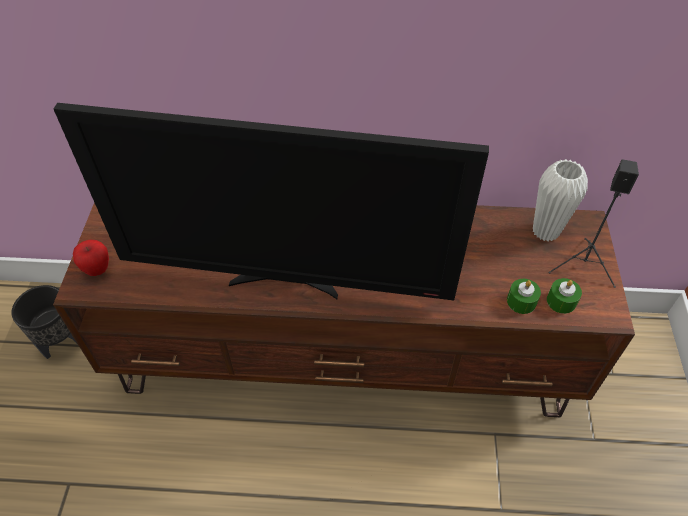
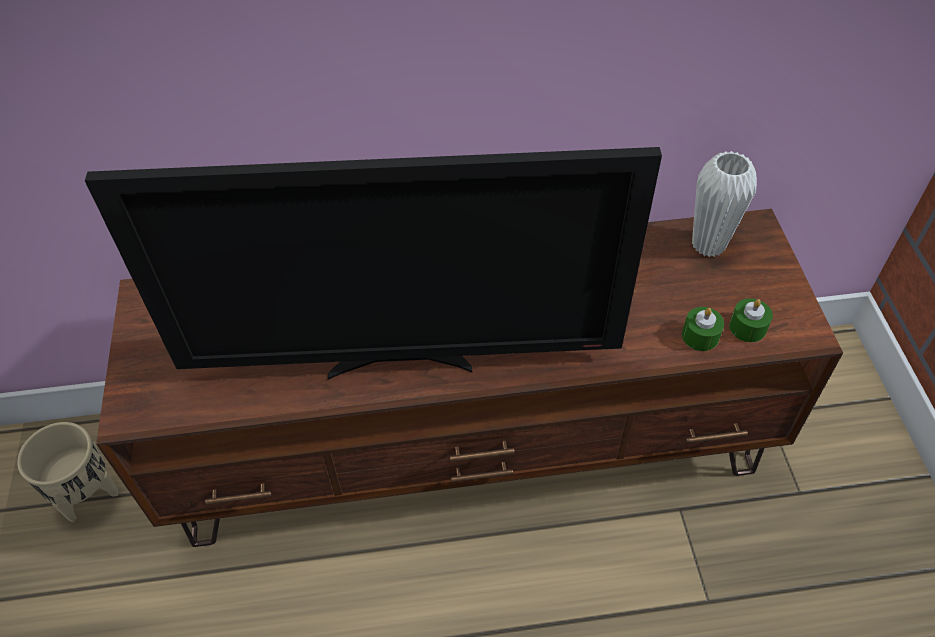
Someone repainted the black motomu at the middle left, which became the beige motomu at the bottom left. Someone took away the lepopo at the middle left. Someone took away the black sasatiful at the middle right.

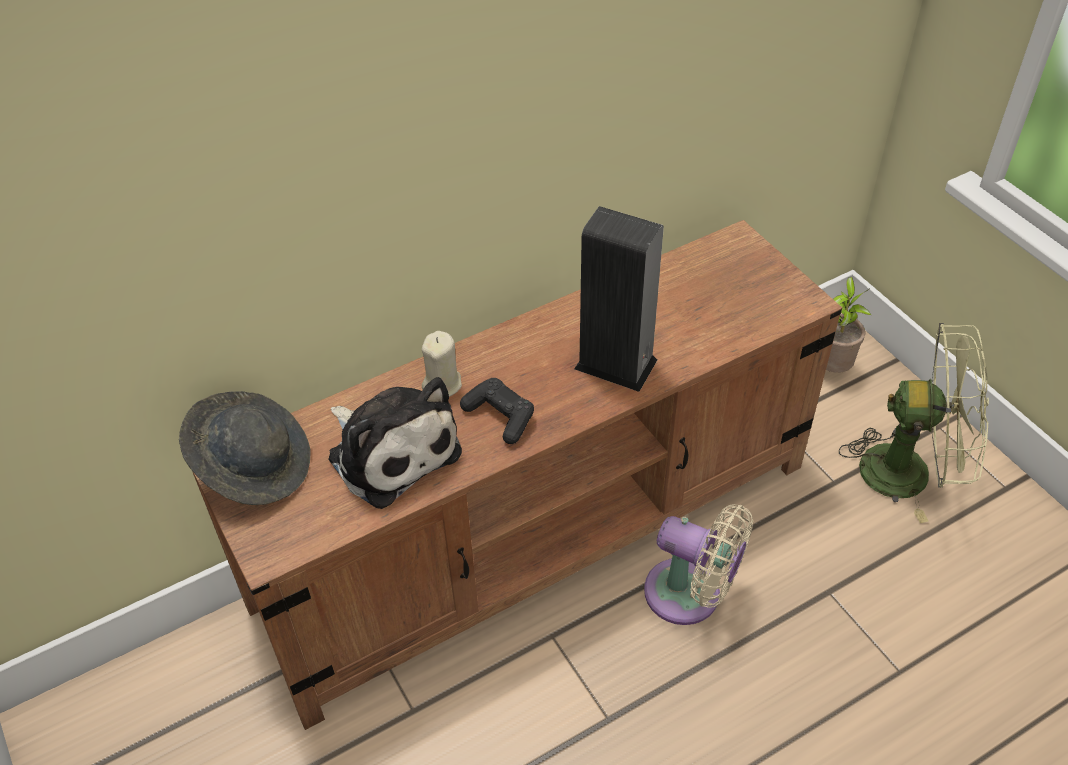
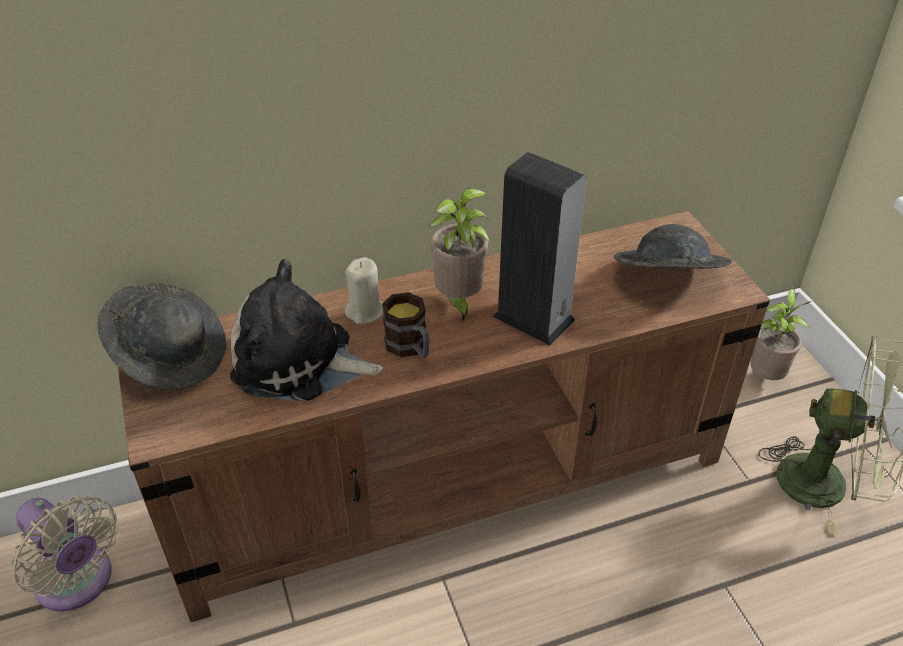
Someone rotated the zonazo at the centre by 135 degrees clockwise. Someone swapped the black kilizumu at the centre for the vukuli at the centre. Someone carried the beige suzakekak from the bottom centre to the bottom left. Someone put down the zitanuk (1st from left) at the centre. Someone put down the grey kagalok (2nd from left) at the middle right.

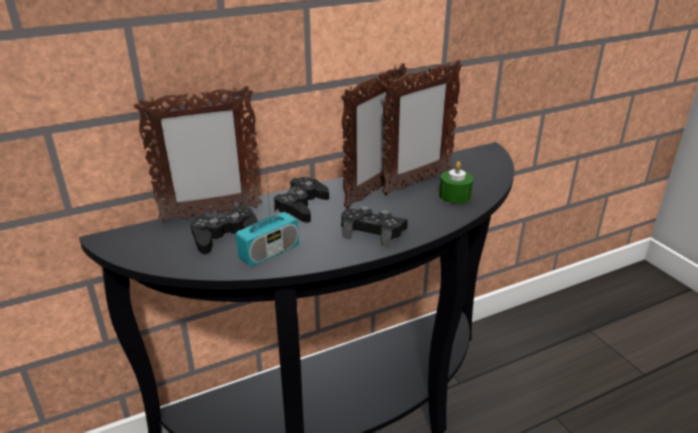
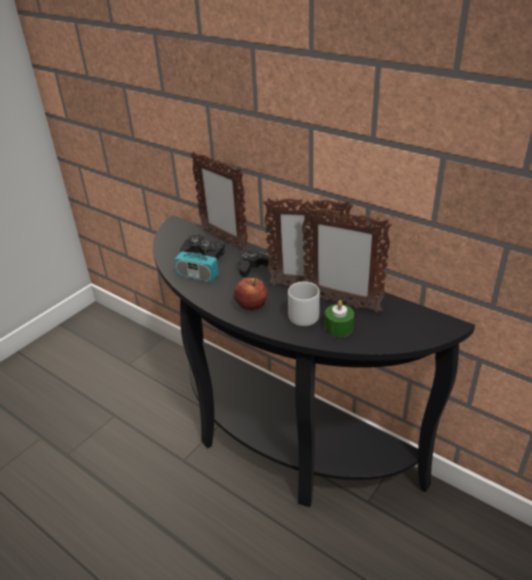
Someone swapped the black kilizumu (3rd from left) at the centre for the lepopo at the centre. Someone put down the grey vukuli at the centre.

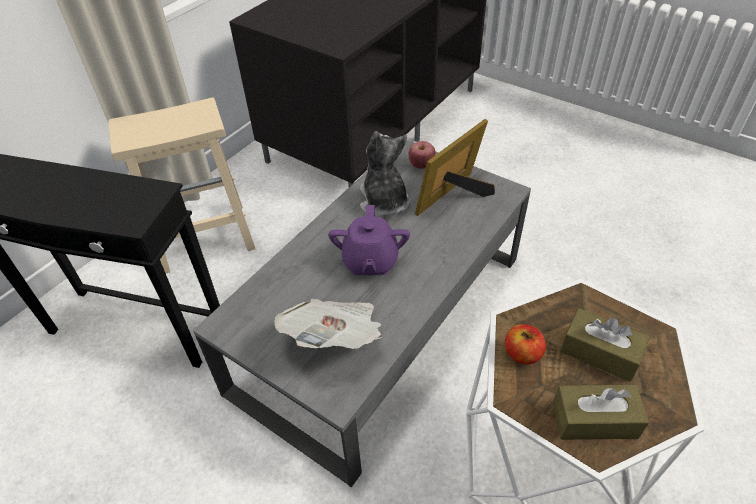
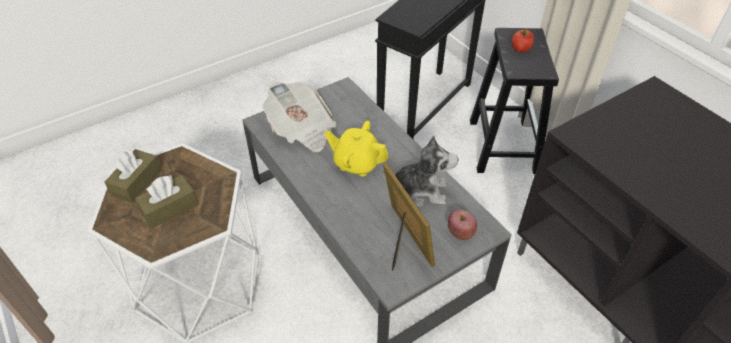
Someone repainted the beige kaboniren at the middle left, which became the black kaboniren at the top right. Someone repainted the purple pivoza at the centre, which became the yellow pivoza at the centre. Someone carried the lepopo (2nd from left) from the bottom right to the top right.

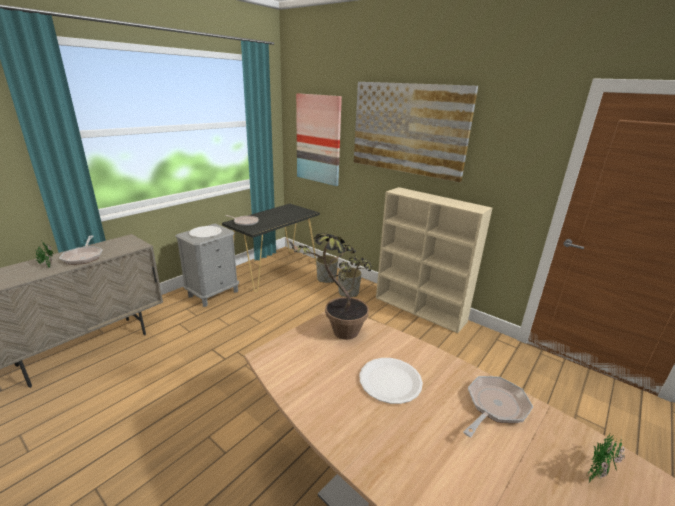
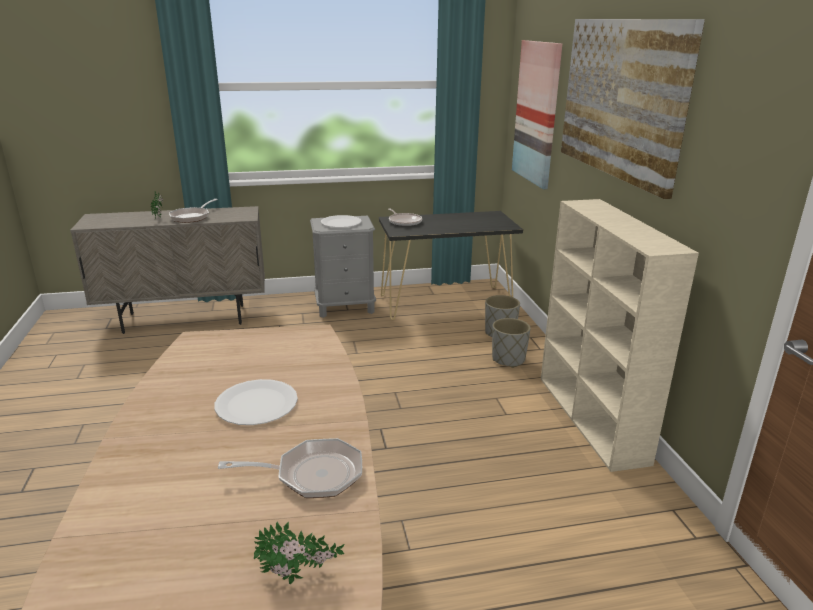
Someone took away the zitanuk (2nd from left) at the centre.

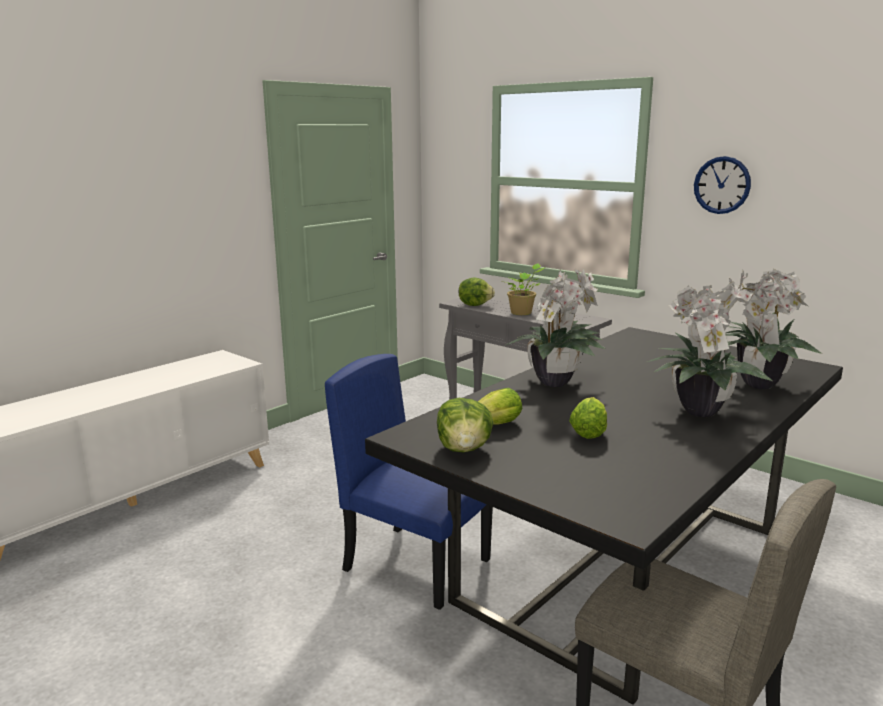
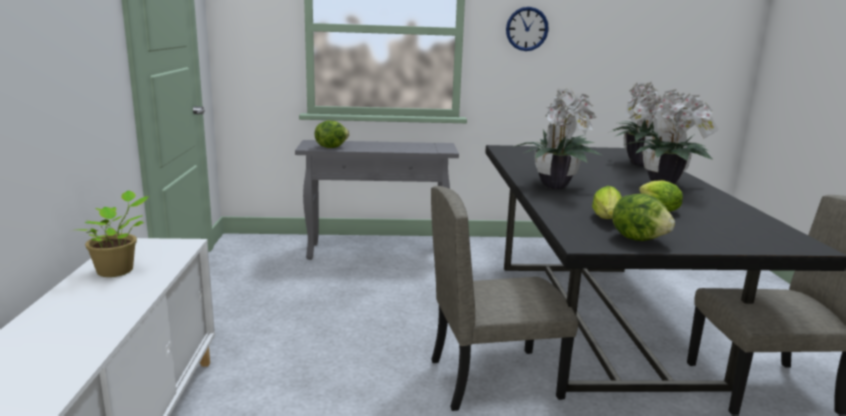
Someone repainted the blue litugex at the bottom centre, which became the beige litugex (1st from left) at the bottom centre. Someone carried the zitanuk (1st from left) from the centre to the middle left.

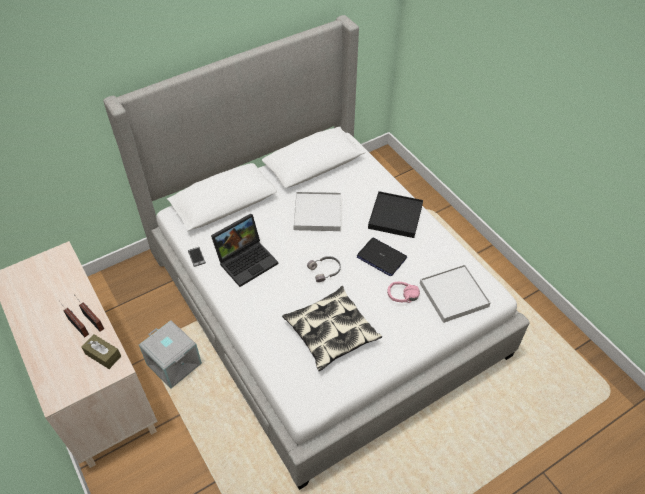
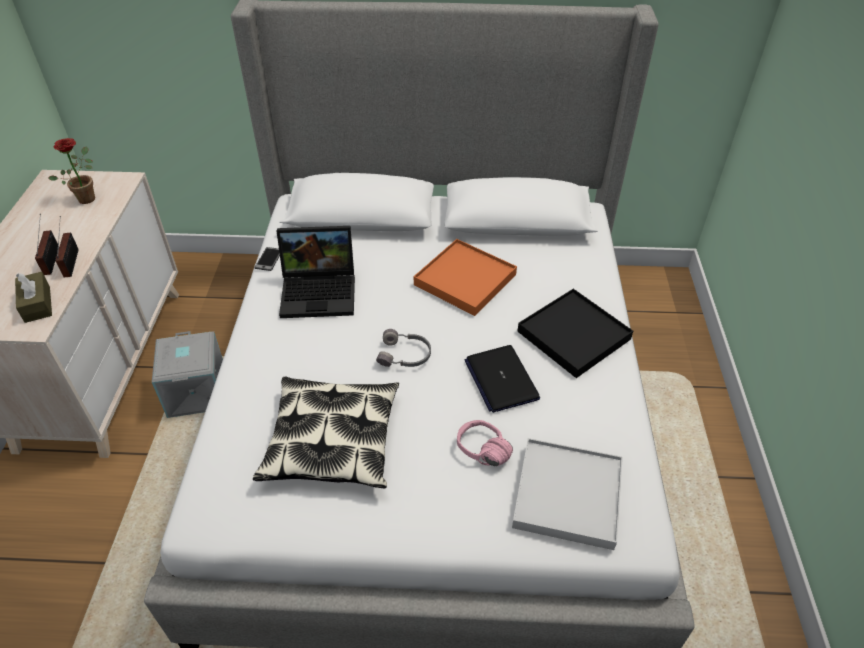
Someone repainted the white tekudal (1st from left) at the centre, which became the orange tekudal at the centre. Someone put down the zitanuk at the top left.

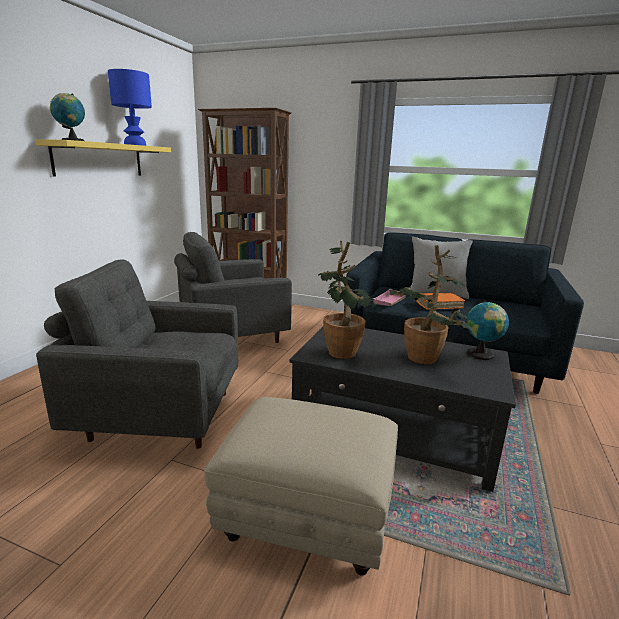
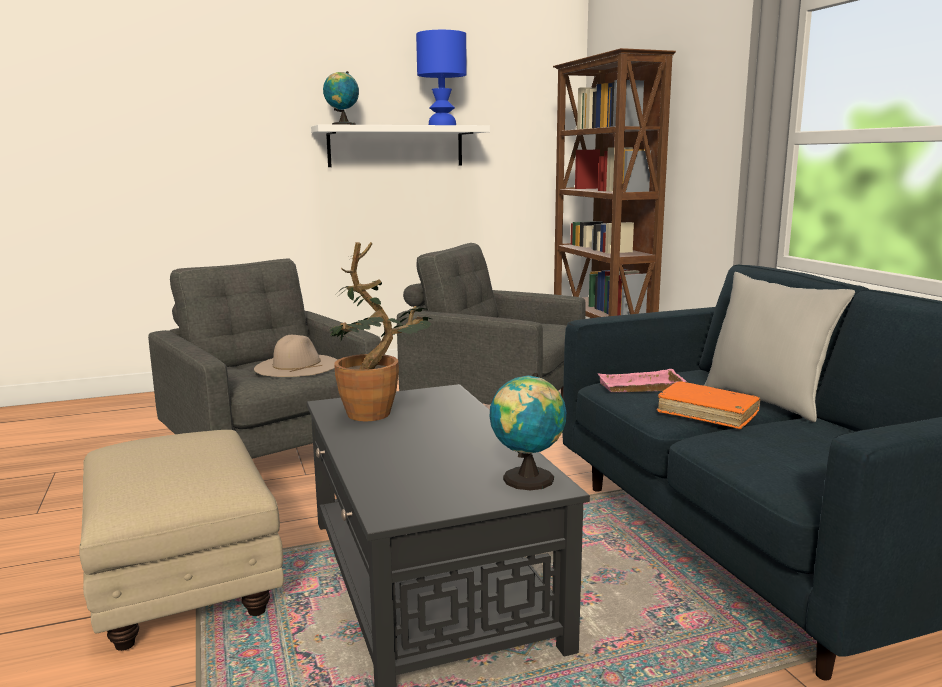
Someone repainted the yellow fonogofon at the top left, which became the white fonogofon at the top centre. Someone took away the zitanuk (2nd from left) at the middle right. Someone put down the beige kagalok at the middle left.

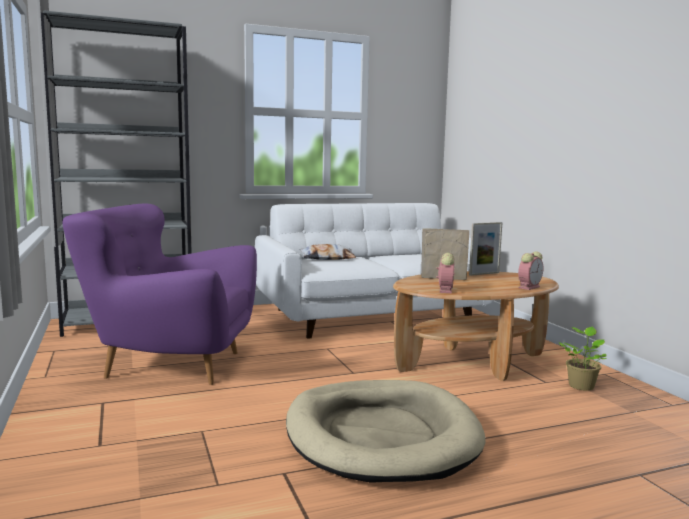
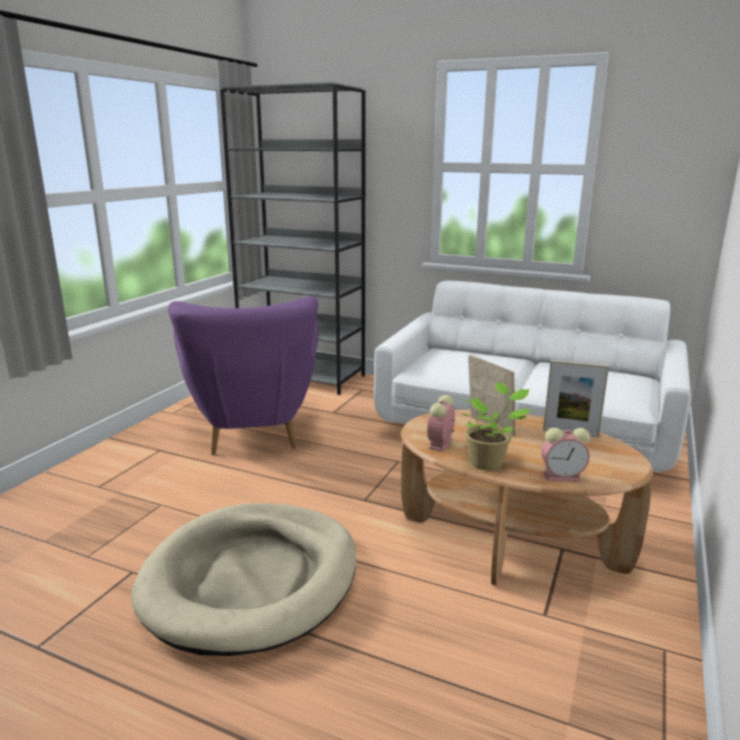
Someone rotated the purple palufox at the middle left by 150 degrees counterclockwise. Someone took away the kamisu at the centre. Someone rotated the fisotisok (1st from left) at the centre by 150 degrees clockwise. Someone carried the zitanuk from the bottom right to the middle right.

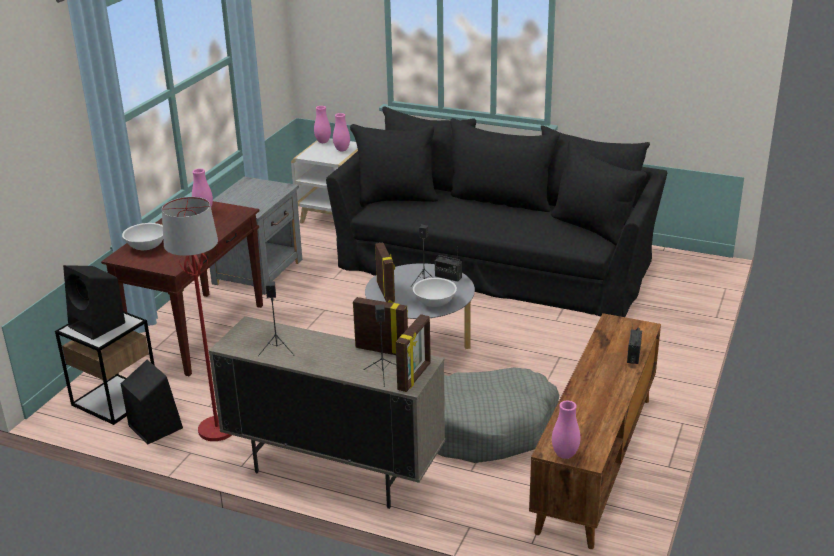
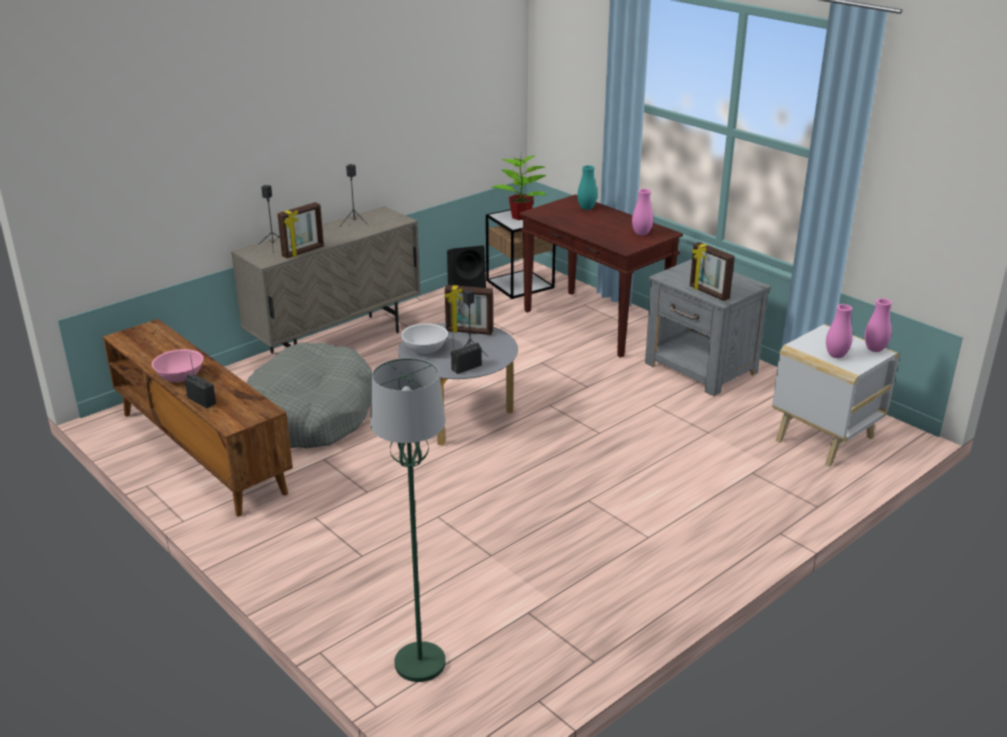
Someone swapped the black sasatiful (1st from left) at the middle left for the zitanuk at the top centre. Someone swapped the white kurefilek (1st from left) at the middle left for the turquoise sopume at the top centre. Someone took away the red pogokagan at the middle left. Someone took away the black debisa at the centre. Someone carried the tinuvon (3rd from left) from the centre to the middle right. Someone took away the pink sopume (4th from left) at the bottom right. Someone put down the pink kurefilek at the middle left. Someone put down the green pogokagan at the bottom centre.

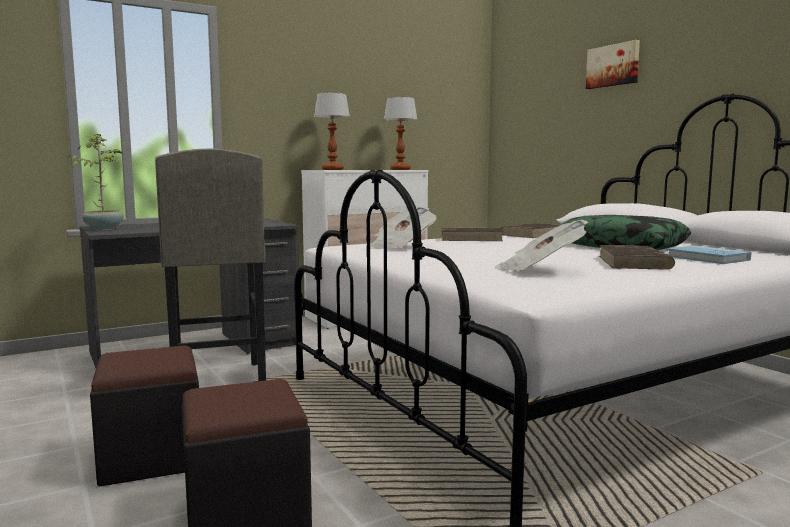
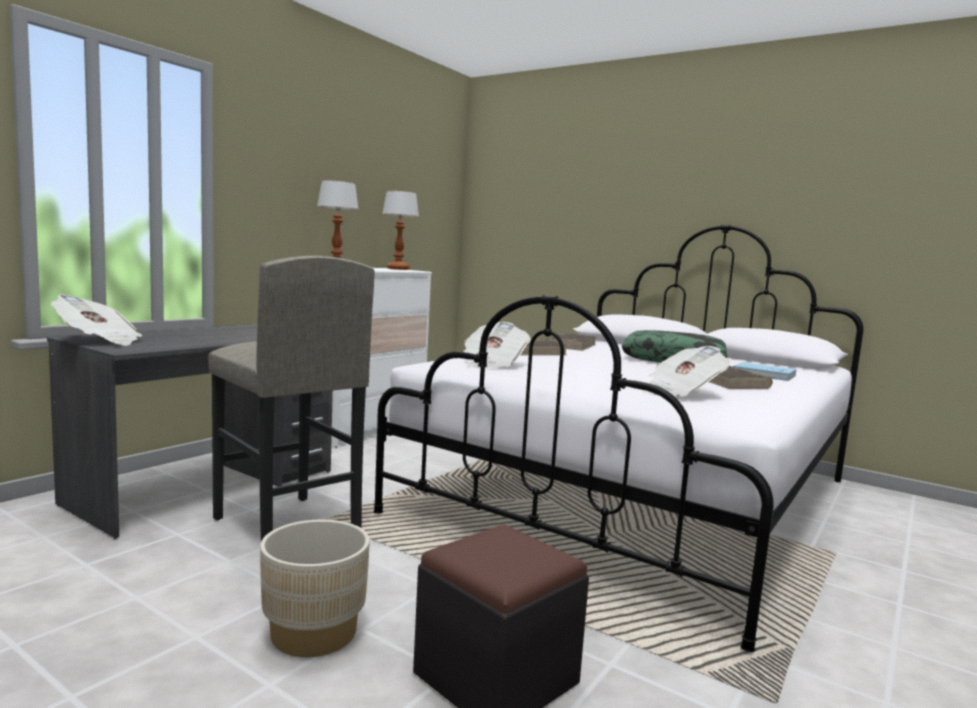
Someone swapped the zitanuk at the middle left for the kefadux (1st from left) at the middle left. Someone swapped the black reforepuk (1st from left) at the bottom left for the beige motomu at the bottom left. Someone took away the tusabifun at the top right.

